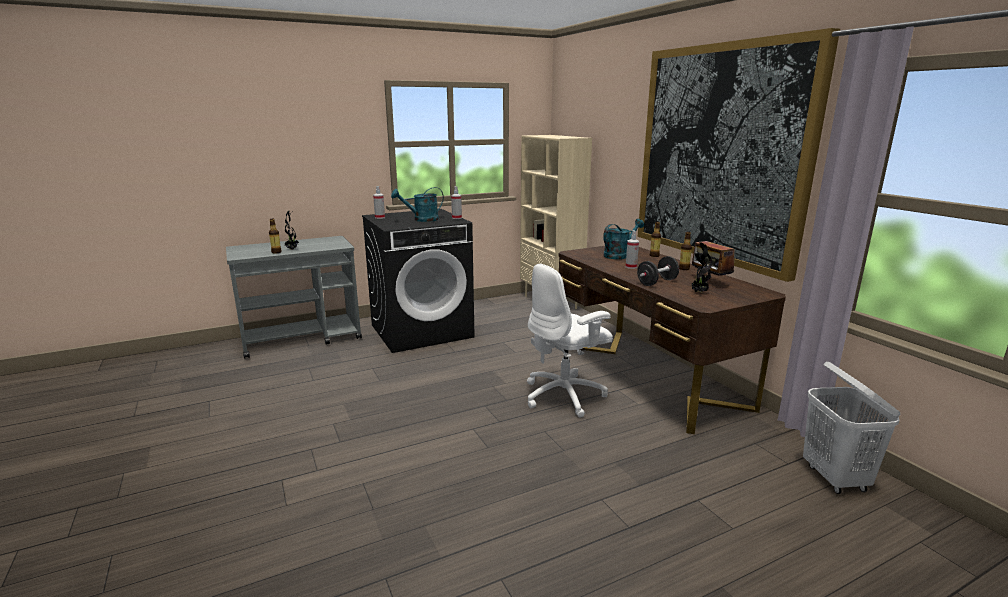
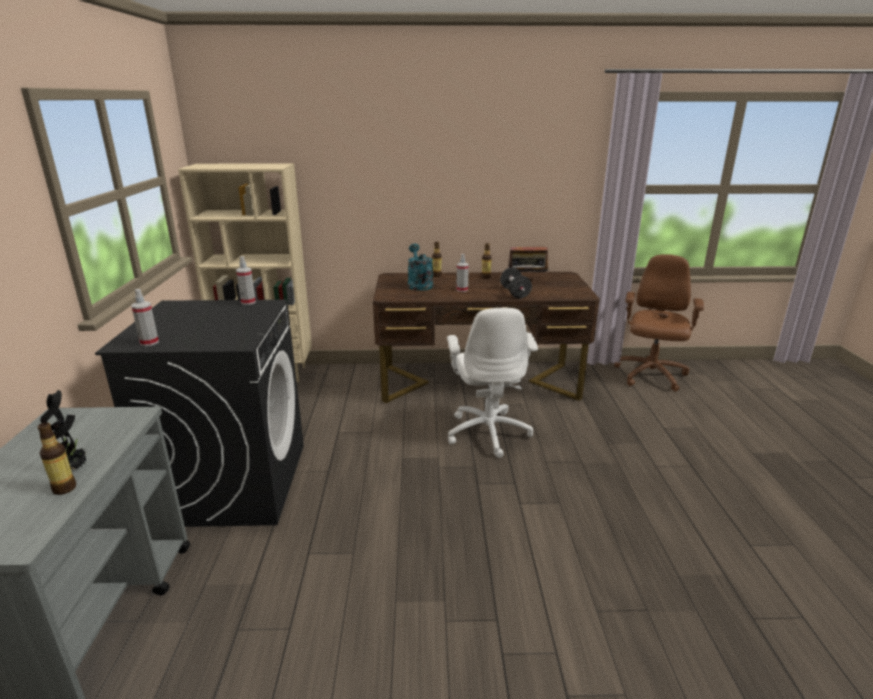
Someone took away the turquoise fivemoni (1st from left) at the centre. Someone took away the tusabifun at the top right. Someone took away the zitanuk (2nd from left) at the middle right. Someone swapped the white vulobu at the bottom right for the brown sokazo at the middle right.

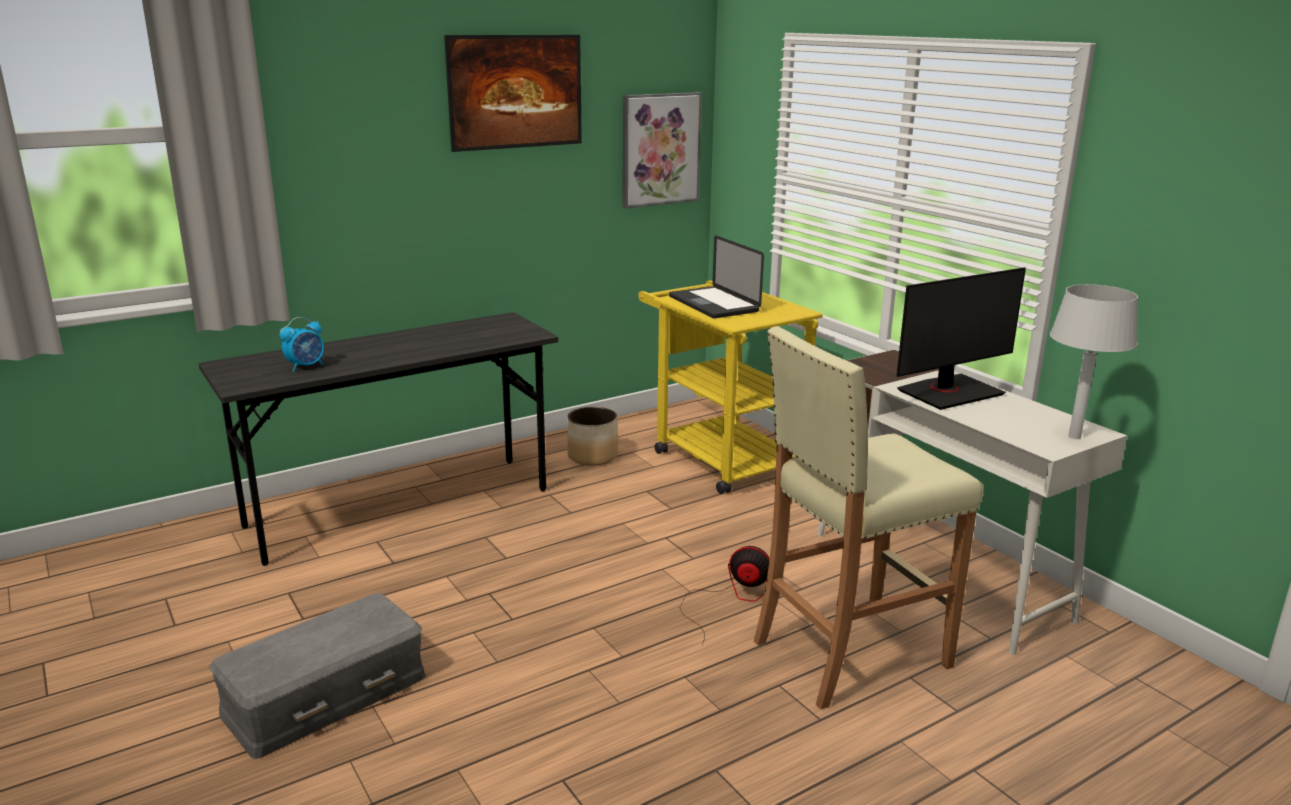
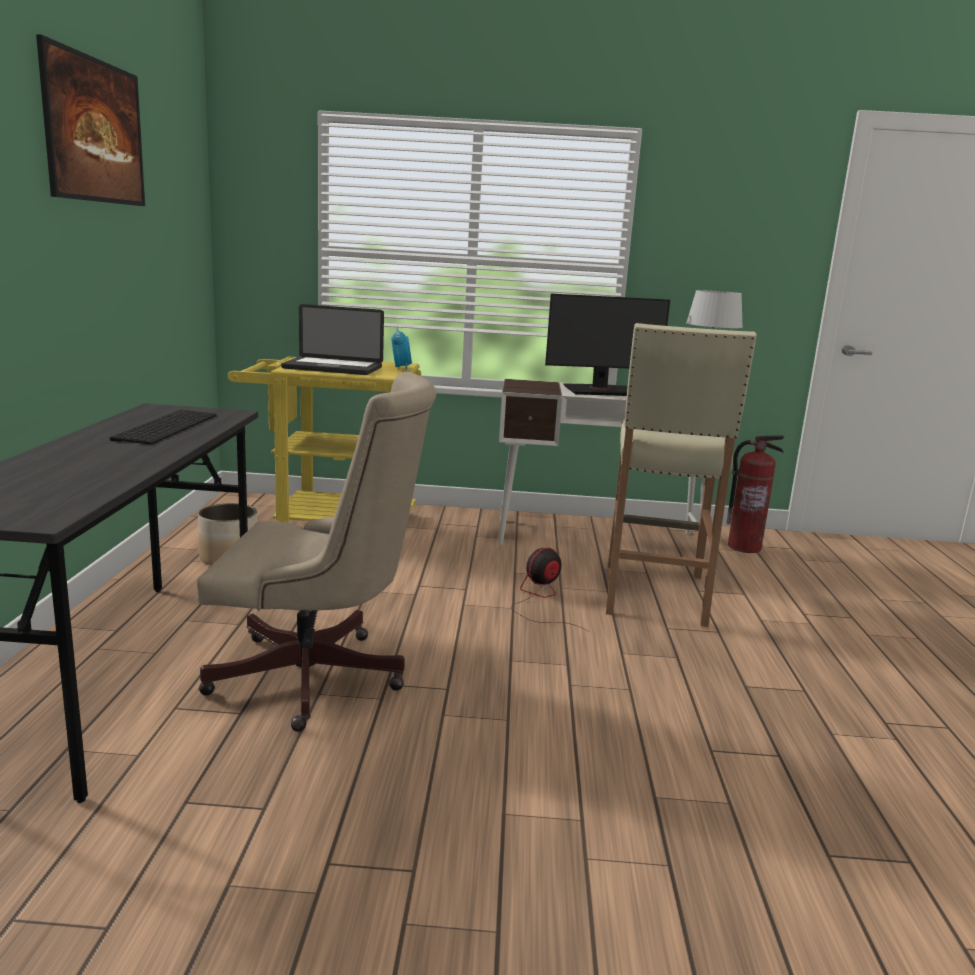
Someone took away the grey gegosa at the bottom left. Someone carried the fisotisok from the middle left to the centre. Someone took away the tusabifun (2nd from left) at the top centre. Someone rotated the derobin at the middle right by 75 degrees clockwise. Someone put down the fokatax at the middle left. Someone put down the beige sokazo at the middle left. Someone put down the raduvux at the middle right.

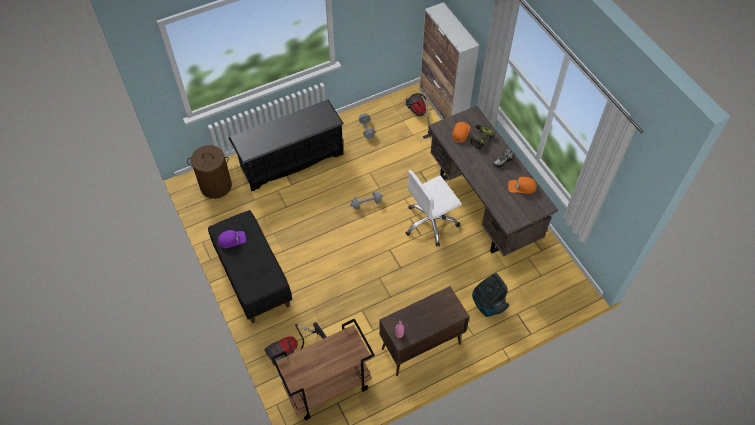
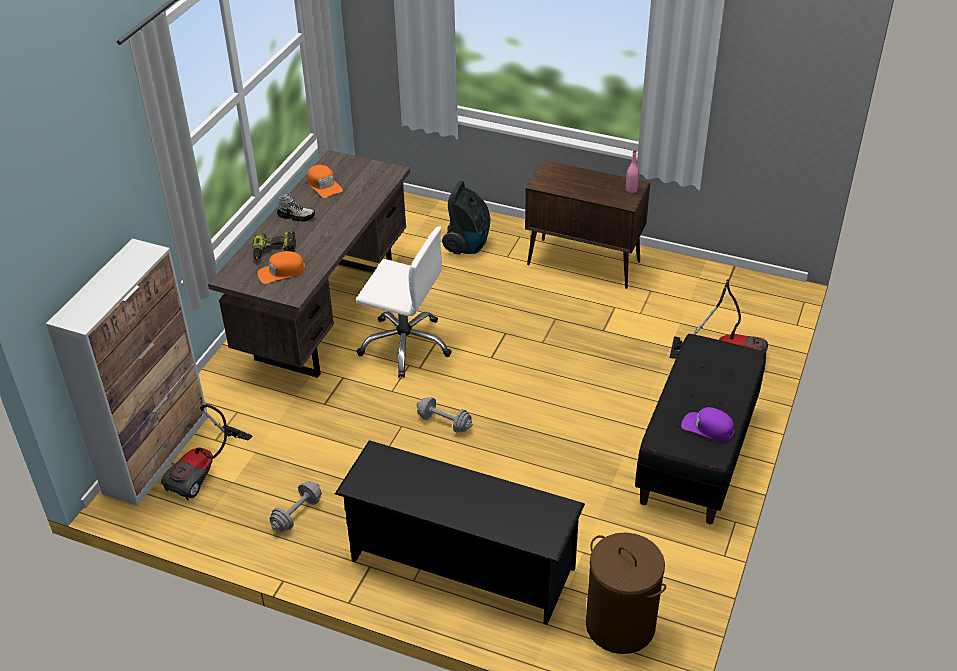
Someone took away the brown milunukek at the bottom centre.

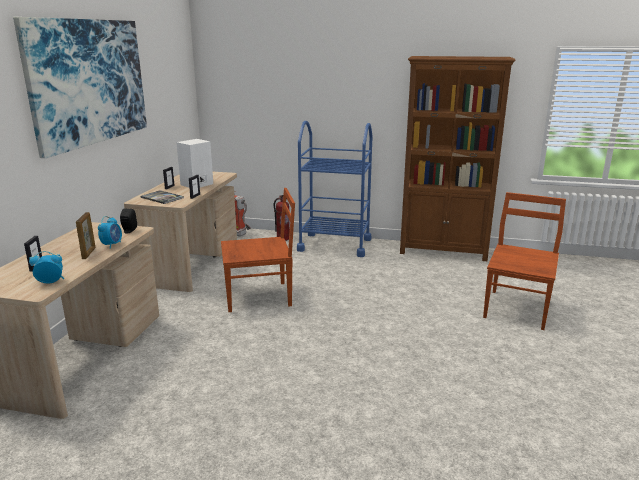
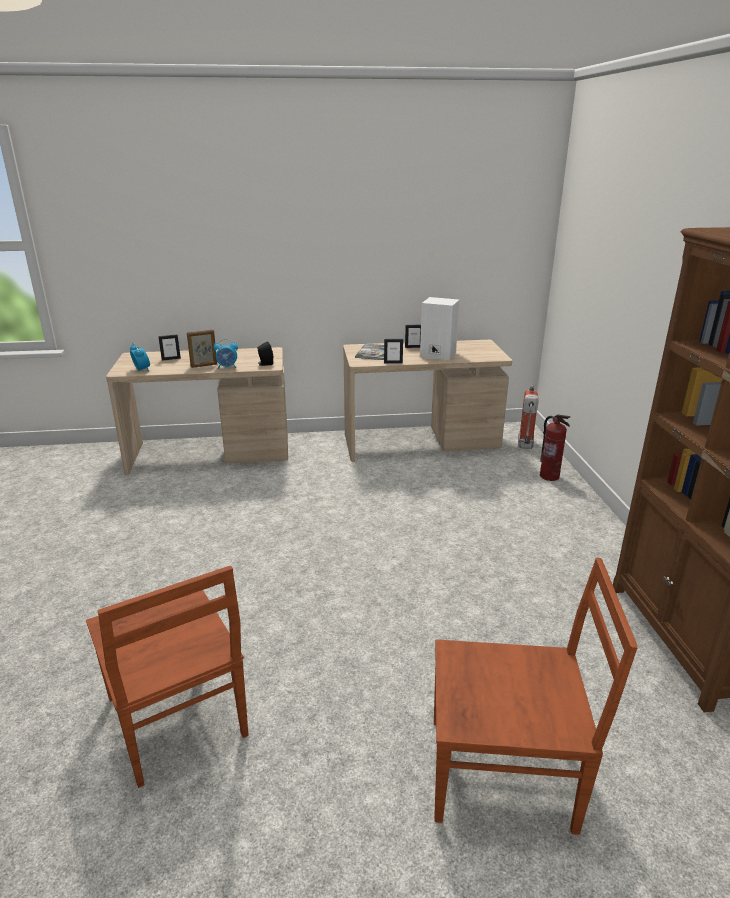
Someone took away the tusabifun at the top left. Someone carried the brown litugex (1st from left) from the centre to the bottom left. Someone took away the blue milunukek at the centre.

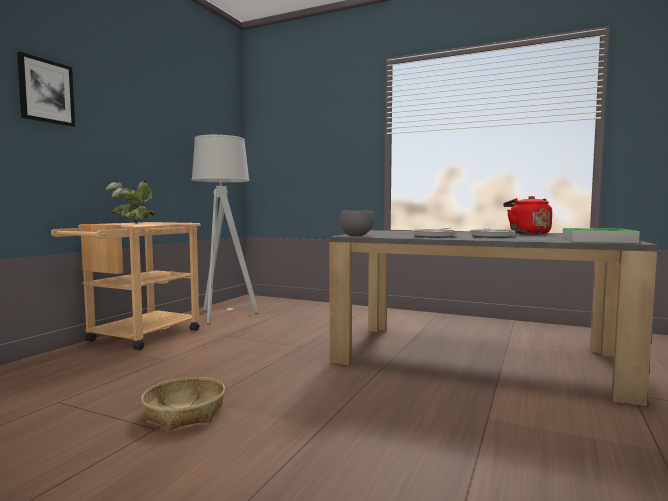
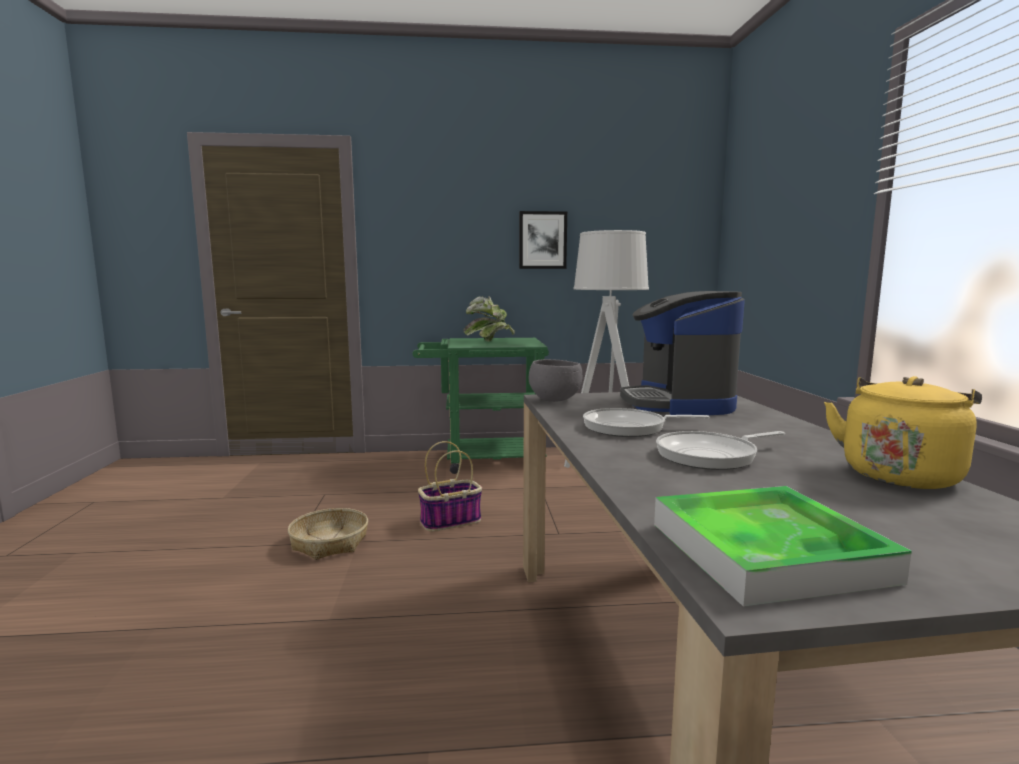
Someone carried the tusabifun from the top left to the top centre. Someone repainted the beige milunukek at the middle left, which became the green milunukek at the centre. Someone repainted the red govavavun at the middle right, which became the yellow govavavun at the middle right. Someone put down the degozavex (2nd from left) at the centre. Someone put down the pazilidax at the middle right.

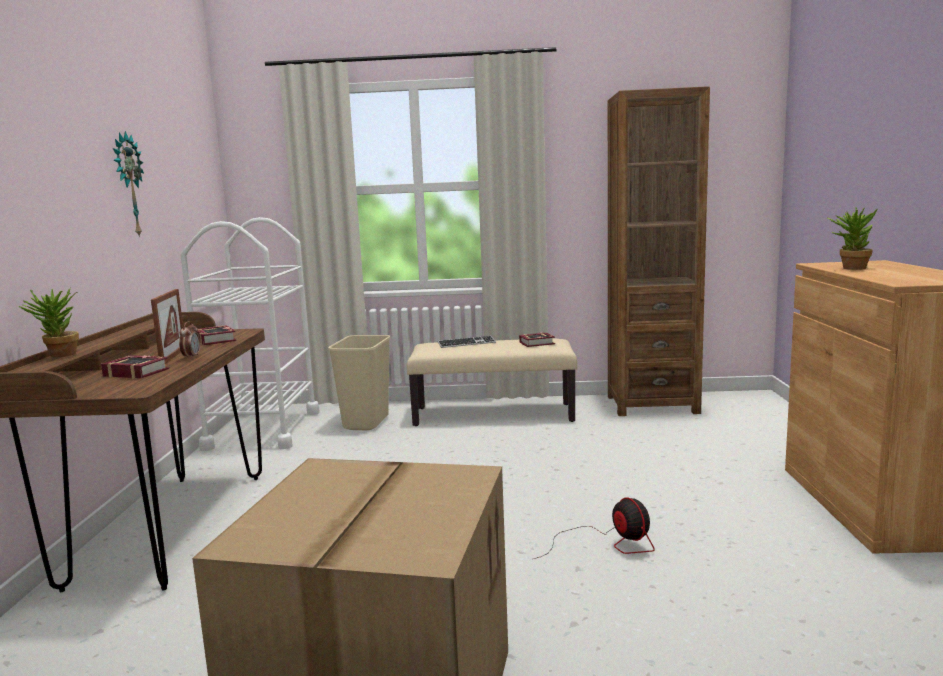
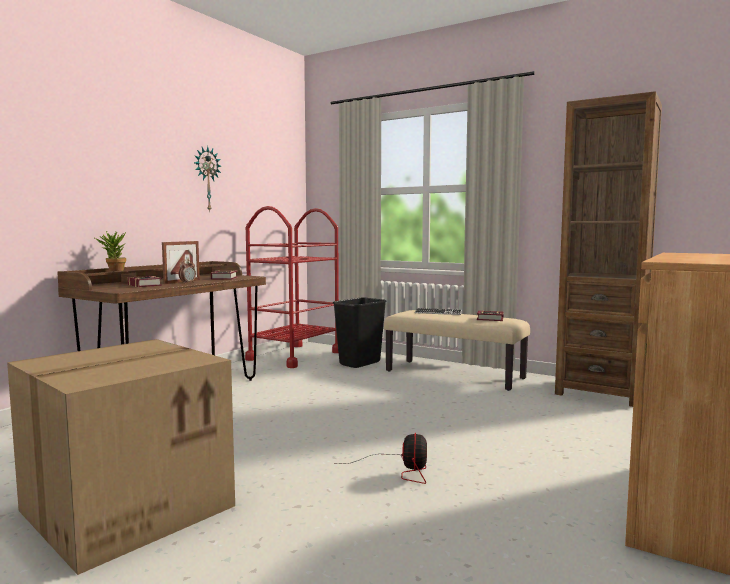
Someone repainted the white milunukek at the middle left, which became the red milunukek at the centre. Someone repainted the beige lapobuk at the centre, which became the black lapobuk at the centre. Someone took away the zitanuk (2nd from left) at the middle right.

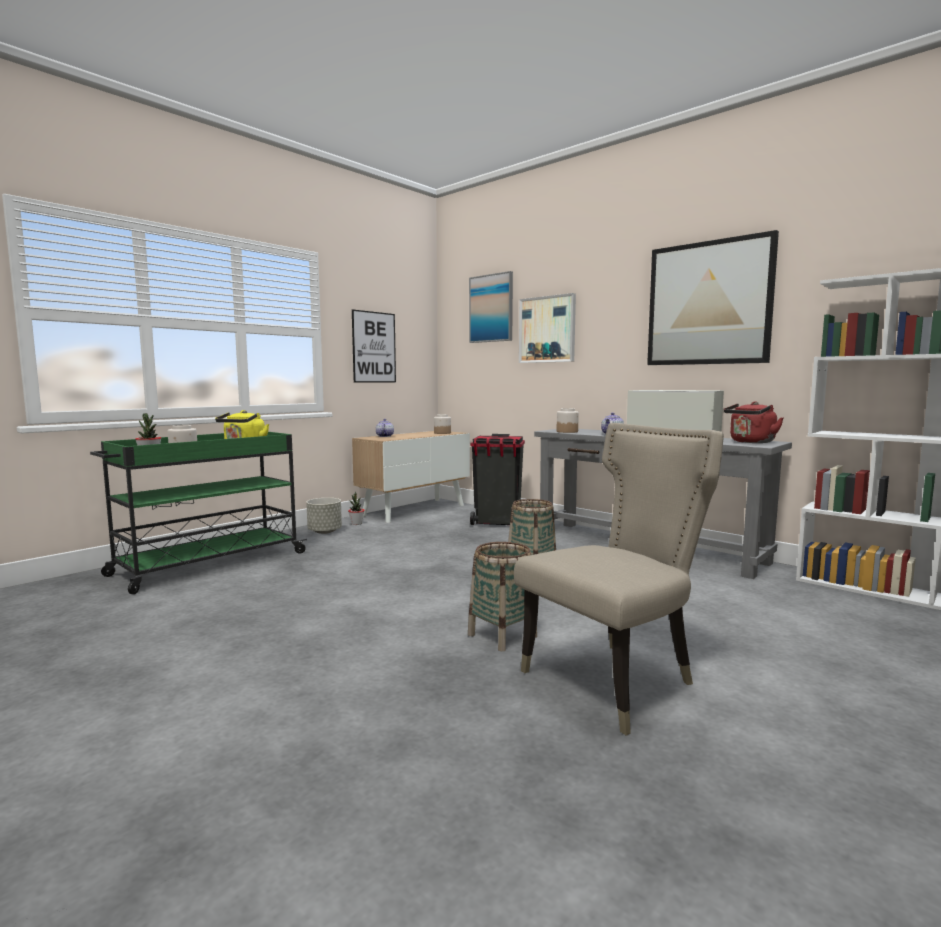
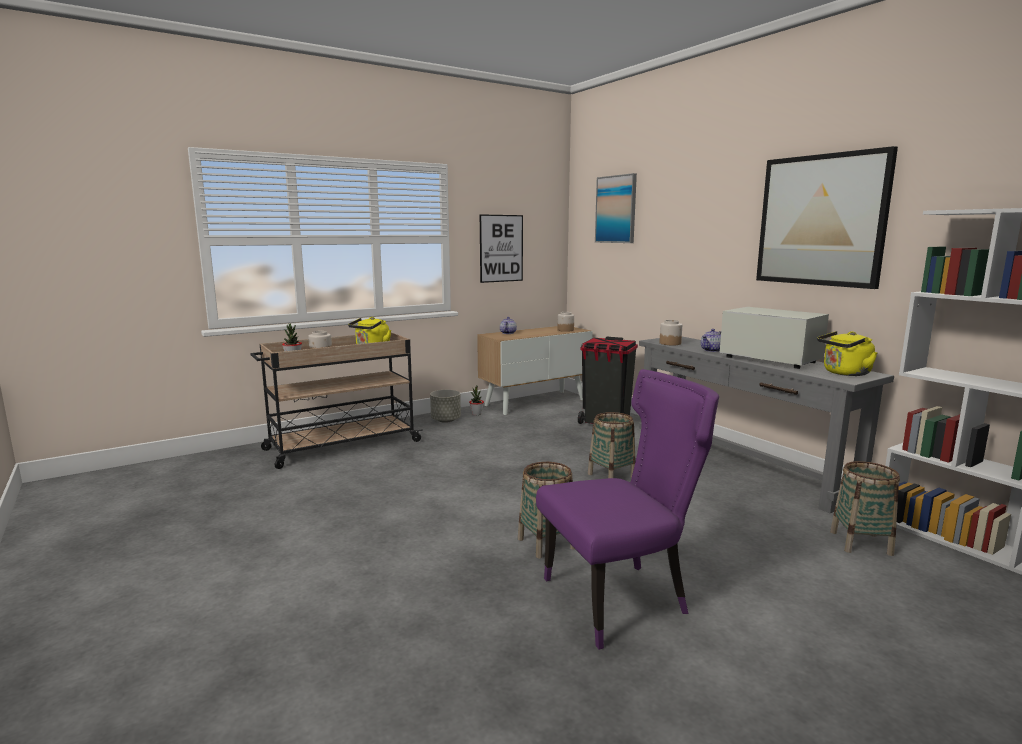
Someone repainted the green milunukek at the middle left, which became the beige milunukek at the middle left. Someone repainted the beige litugex at the centre, which became the purple litugex at the bottom centre. Someone took away the tusabifun (3rd from left) at the centre. Someone repainted the red govavavun at the middle right, which became the yellow govavavun (2nd from left) at the middle right. Someone put down the degozavex (3rd from left) at the bottom right.

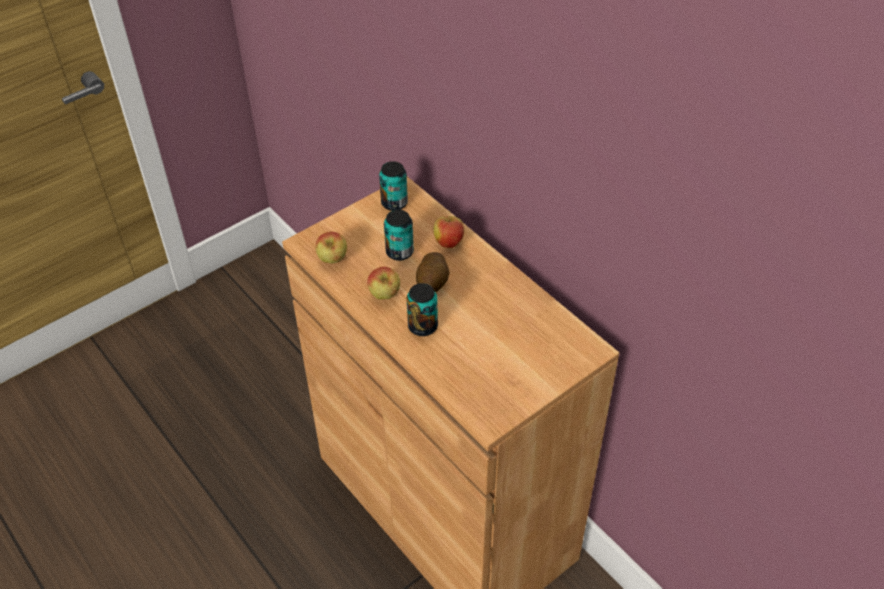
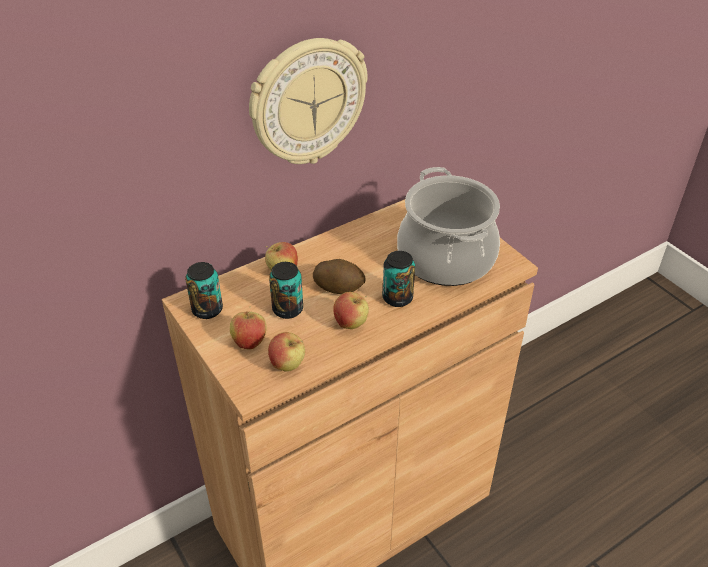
Someone put down the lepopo (1st from left) at the centre. Someone put up the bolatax at the top centre. Someone put down the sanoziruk at the centre.

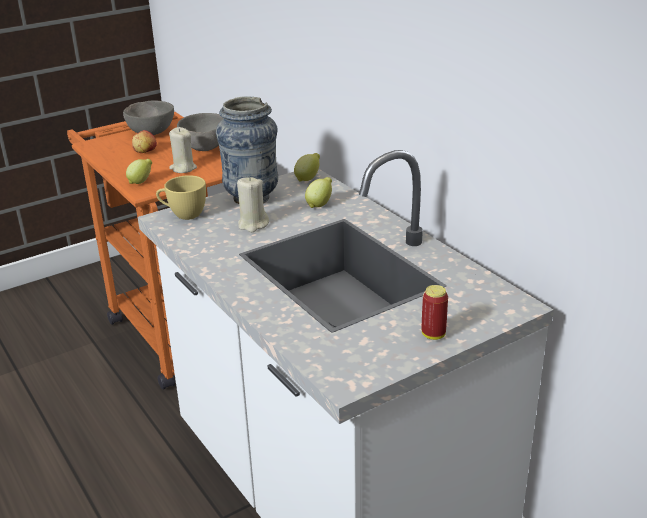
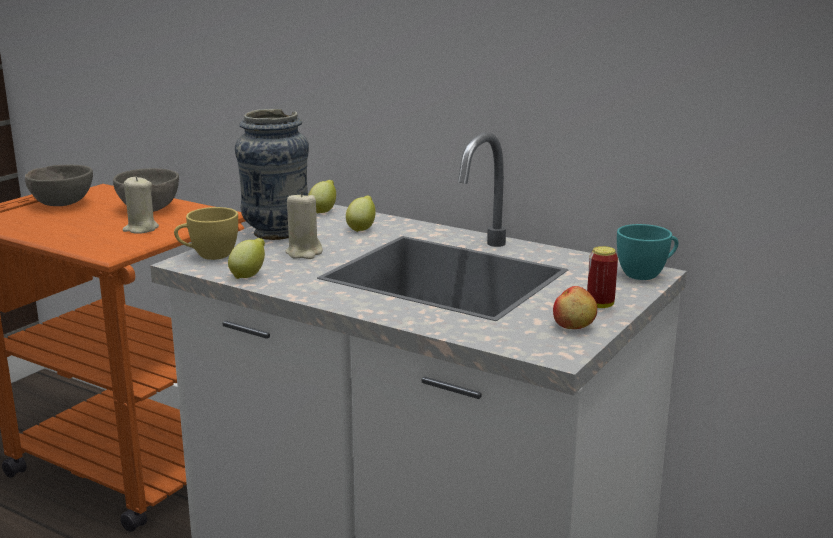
Someone carried the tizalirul (1st from left) from the top left to the middle left. Someone carried the lepopo from the top left to the middle right. Someone put down the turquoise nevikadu at the middle right.

